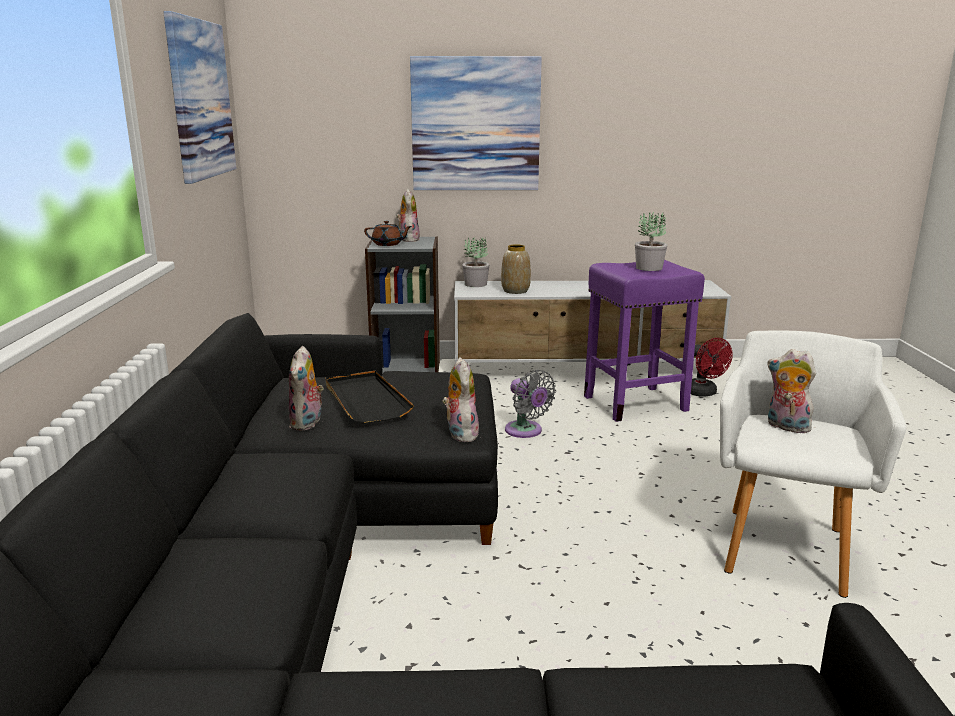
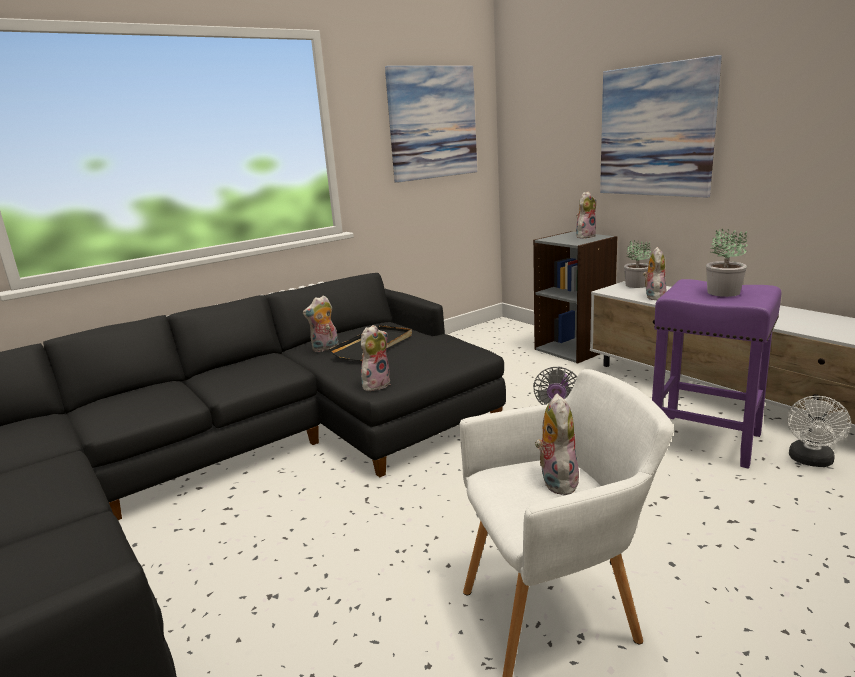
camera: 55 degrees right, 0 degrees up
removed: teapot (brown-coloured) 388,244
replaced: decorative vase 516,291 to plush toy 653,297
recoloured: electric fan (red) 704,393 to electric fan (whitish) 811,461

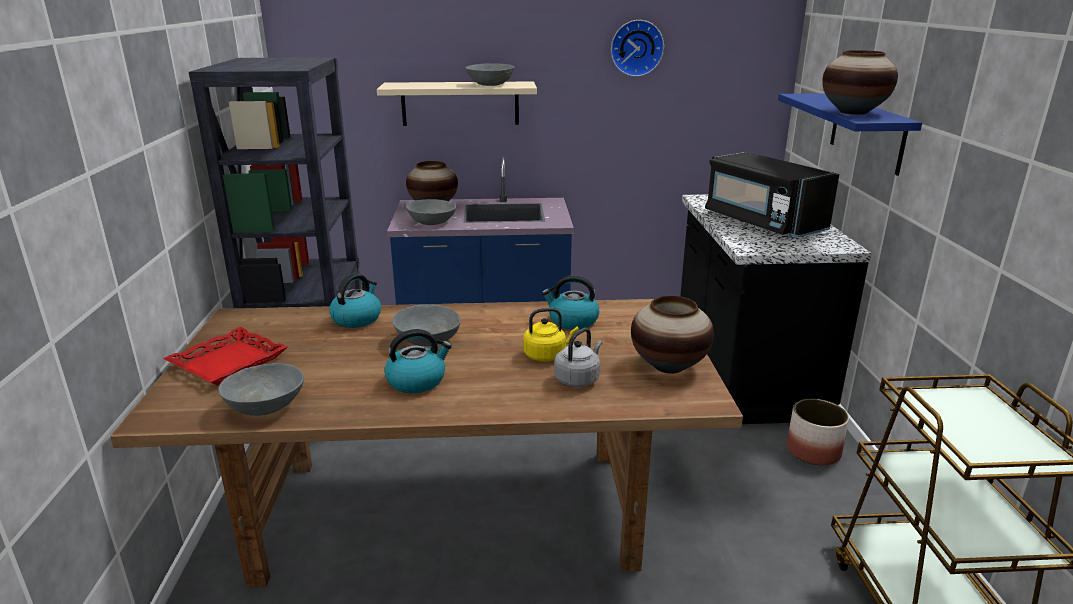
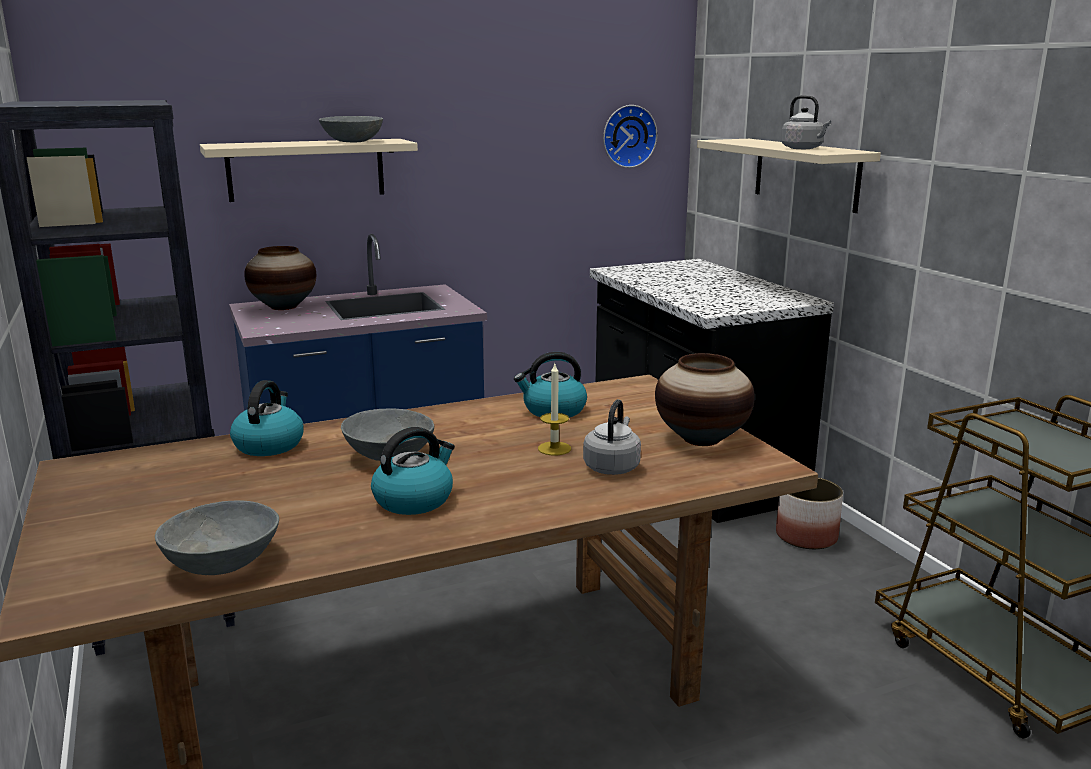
camera: 20 degrees left, 5 degrees down
removed: kitchen microwave (black) 762,222; deep dish (grey) 431,223; tray (red) 229,363
moved: clock on the wall 636,48 to 628,136
replaced: decorative vase 853,112 to water kettle (grey) 803,148; water kettle (yellow) 547,355 to candle 554,448
recoloured: shelf (blue-coloured) 867,132 to shelf (beige) 806,174

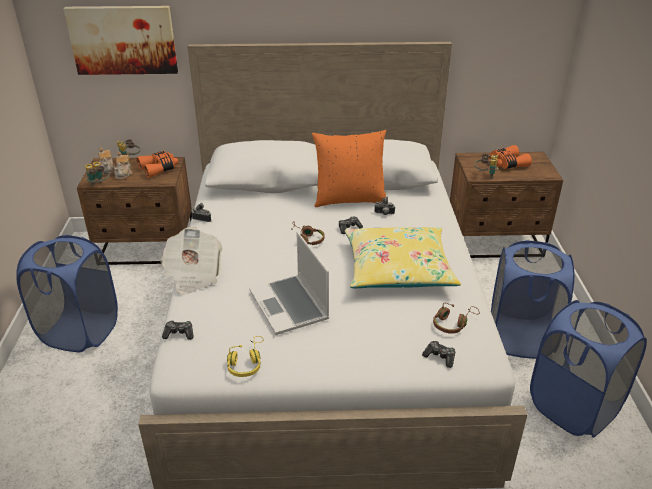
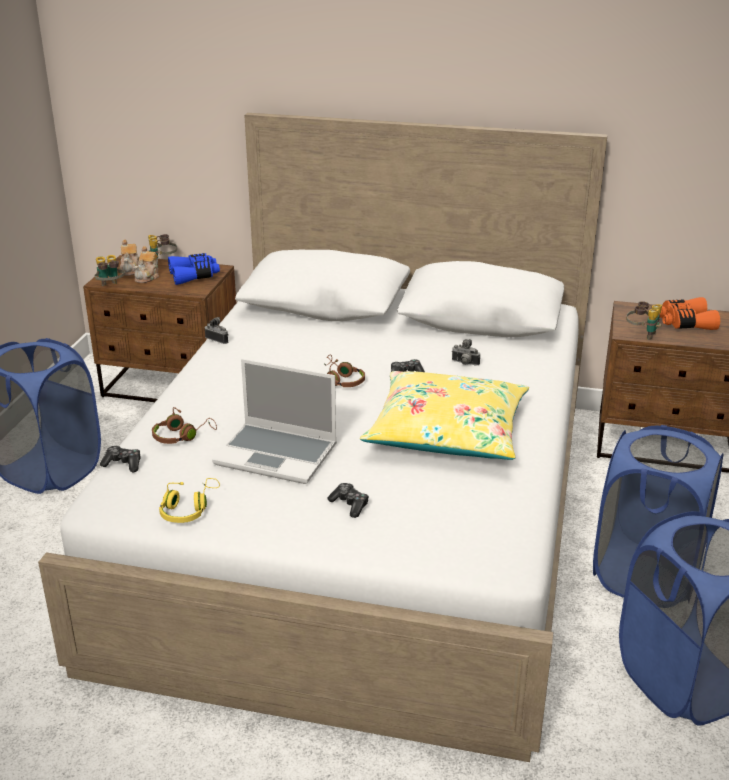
camera: 15 degrees right, 5 degrees down
removed: wall art 123,40; throw pillow (orange) 349,199; printed paper 193,275
moved: headphones (brown-coloured) 453,323 to 182,436; game controller 440,357 to 349,505
recoloured: pair of binoculars (orange) 159,168 to pair of binoculars (blue-coloured) 194,276
turned: portable computer 290,306 = 278,454 60 degrees counterclockwise

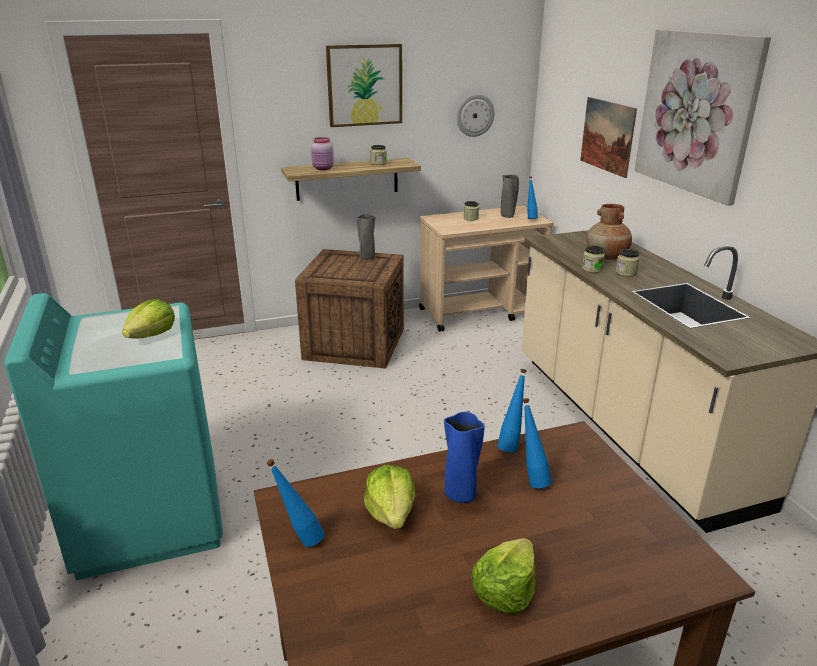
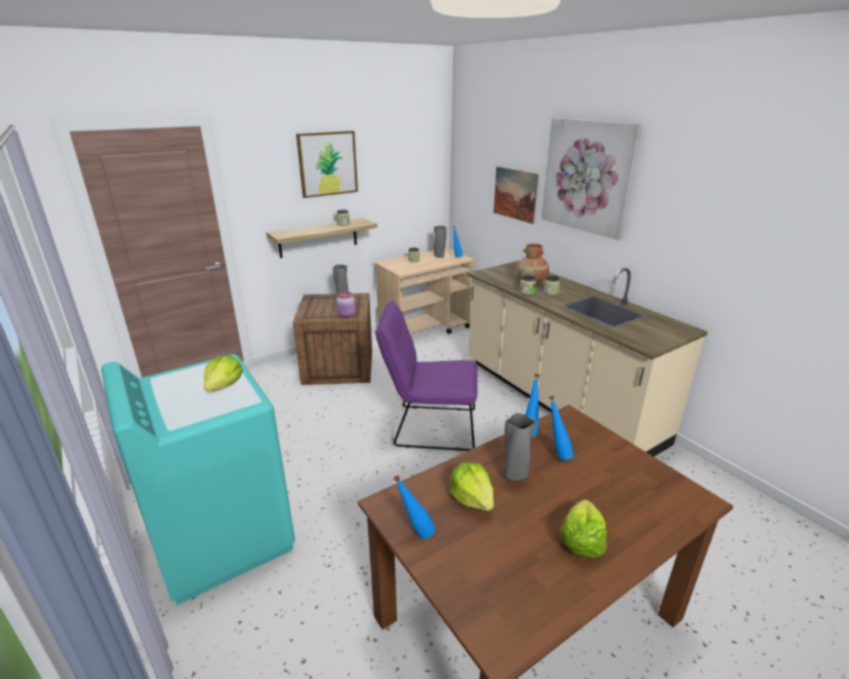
camera: 15 degrees left, 0 degrees up
removed: clock on the wall 474,115
added: chair (purple-coloured) 429,427
moved: storage jar (pink) 323,168 to 346,316
recoloured: decorative vase (blue-coloured) 461,495 to decorative vase (grey) 515,475

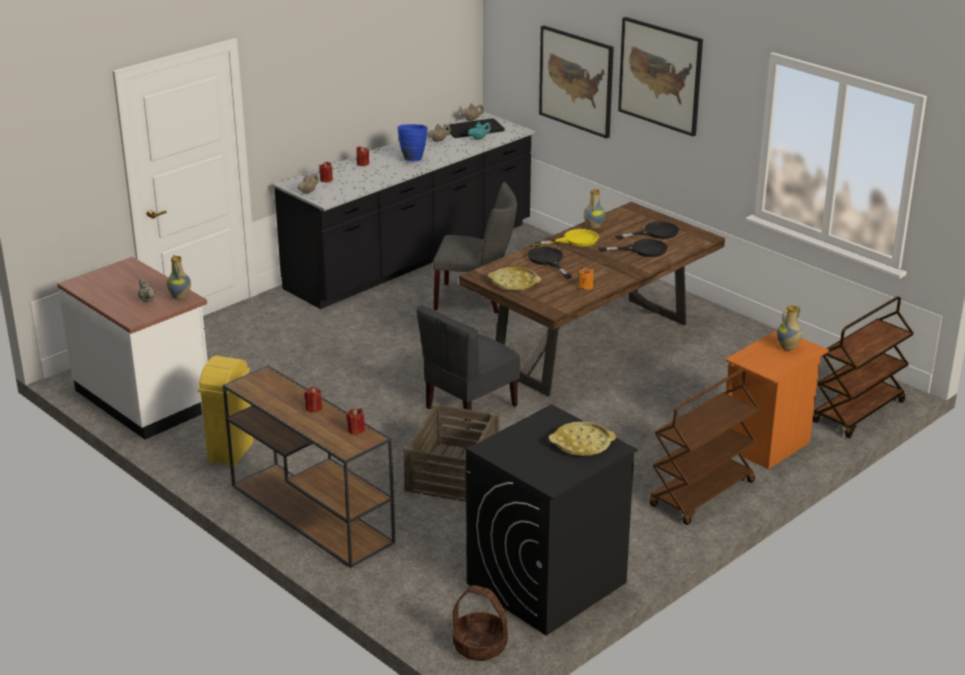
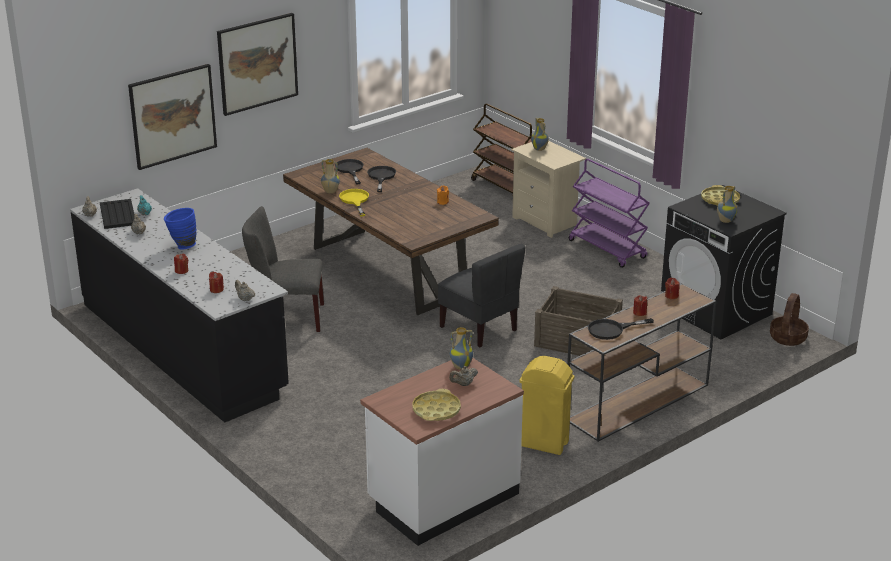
camera: 85 degrees left, 0 degrees up
added: decorative vase 725,220
moved: pan (black) 548,261 to 612,330; tray (yellow) 514,283 to 436,410
recoloured: bedside table (orange) 767,445 to bedside table (beige) 546,222; cart (brown-coloured) 702,495 to cart (purple-coloured) 608,249
turned: chair (grey) 476,299 = 286,317 105 degrees counterclockwise

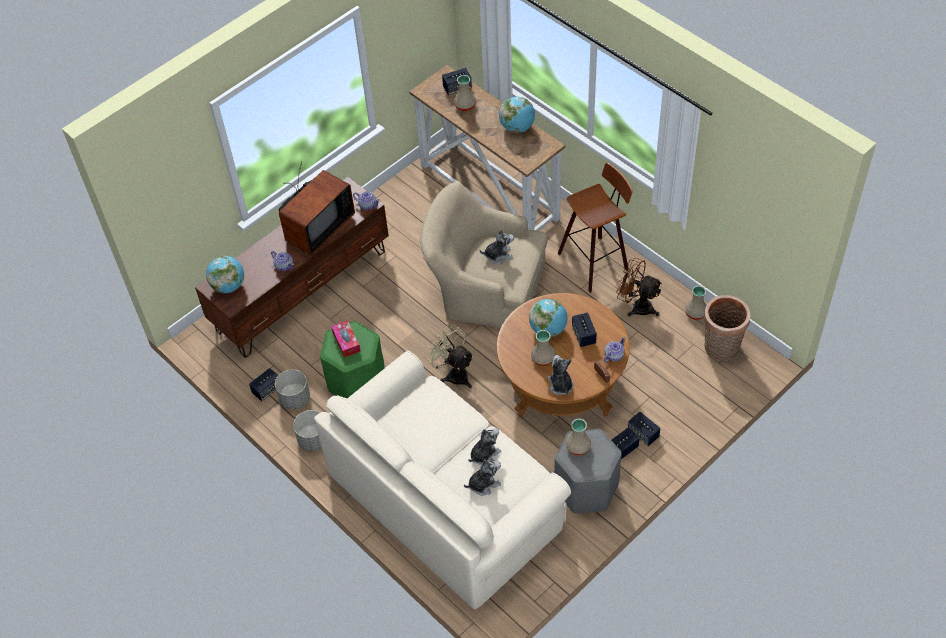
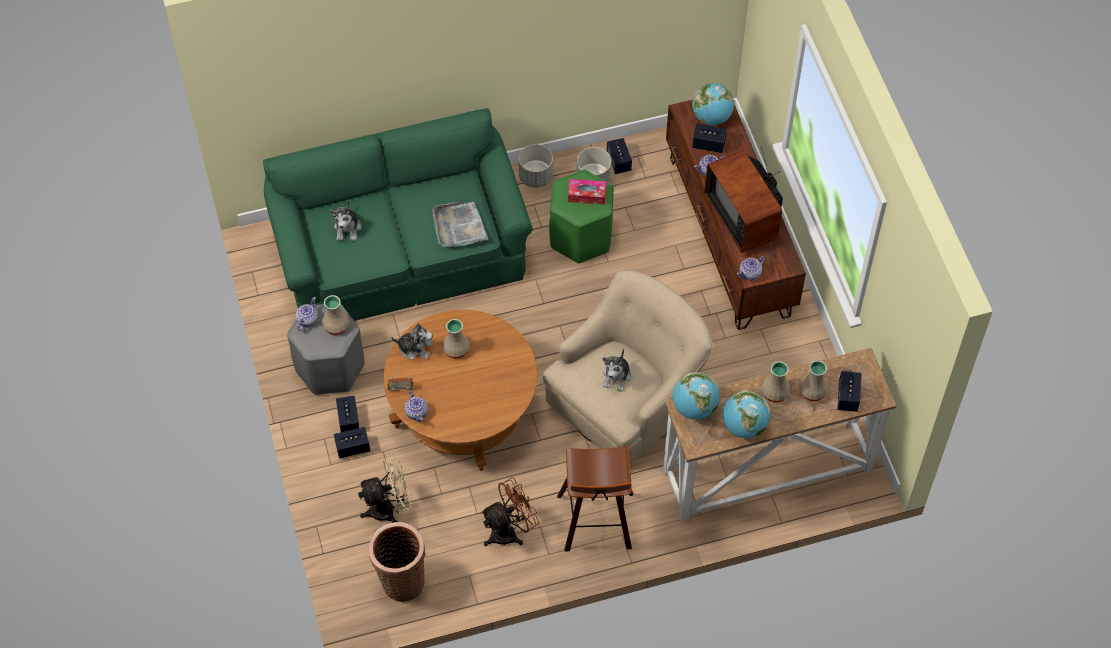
camera: 115 degrees right, 5 degrees up
removed: plush toy 484,454
added: tray (grey) 458,226; teapot 307,320
moved: decorative vase (beige) 695,312 to 775,392; desk globe 548,329 to 694,408; loudspeaker 583,335 to 708,145; electric fan (beige) 453,374 to 389,509
recoloured: couch (beige) 445,497 to couch (greenish) 401,251

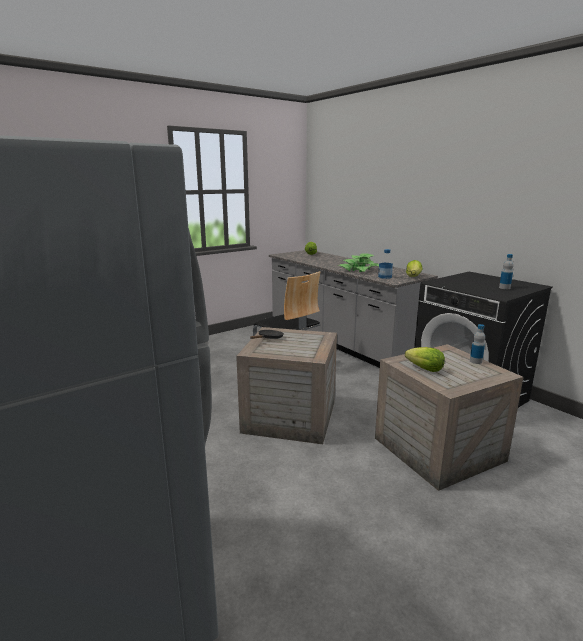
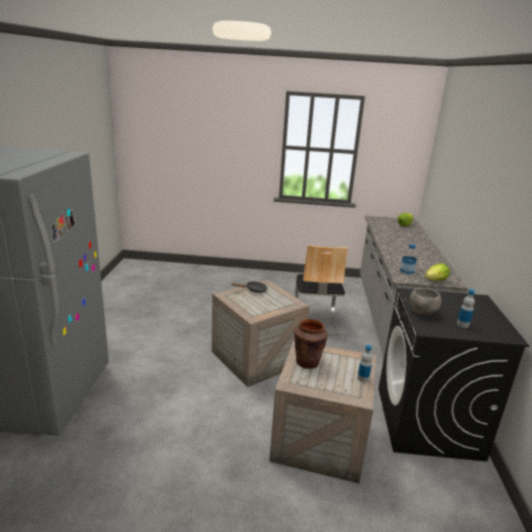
camera: 40 degrees right, 5 degrees up
removed: potted plant 359,270
added: deep dish (grey) 422,312
replaced: lettuce head 425,369 to decorative vase (brown-coloured) 307,362

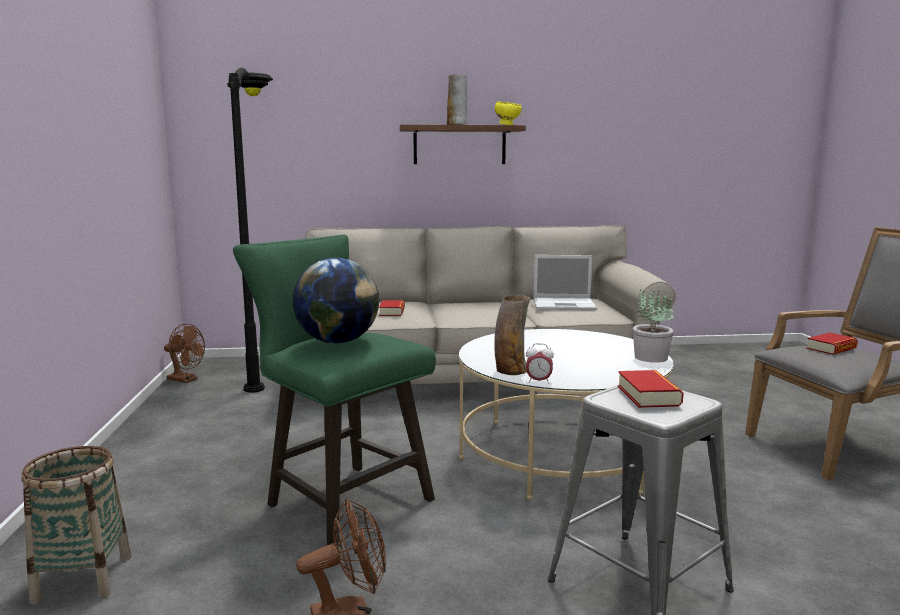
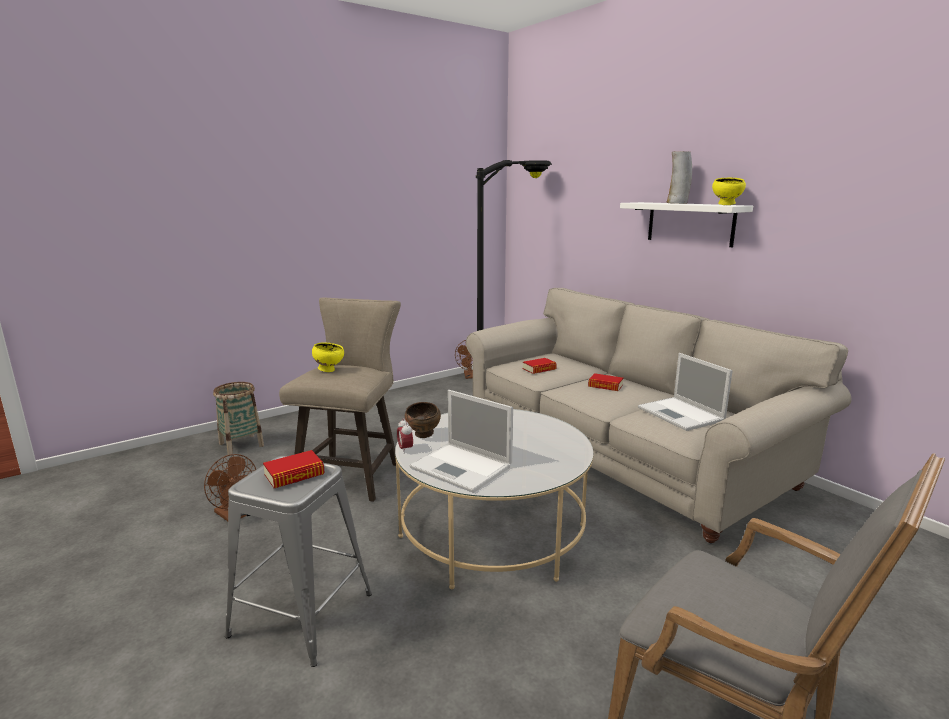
camera: 60 degrees right, 5 degrees up
removed: potted plant 650,358
added: portable computer 462,467
moved: book 831,348 to 605,386
replaced: desk globe 337,341 to deep dish (yellow) 329,370; decorative vase 511,371 to deep dish (brown-coloured) 424,435
recoloured: shelf (brown-coloured) 459,145 to shelf (whitish) 690,223; sitting stool (greenish) 341,499 to sitting stool (beige) 352,473

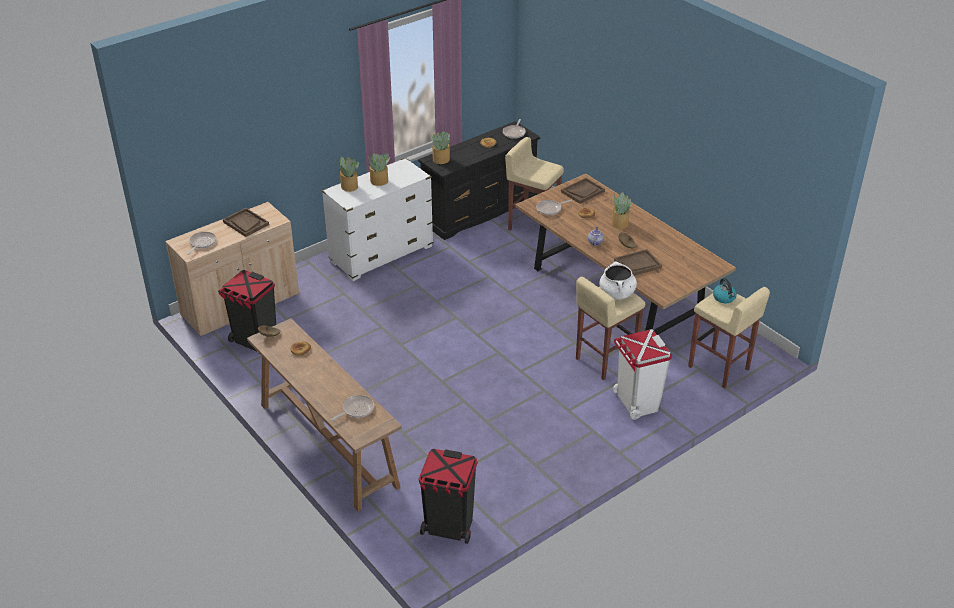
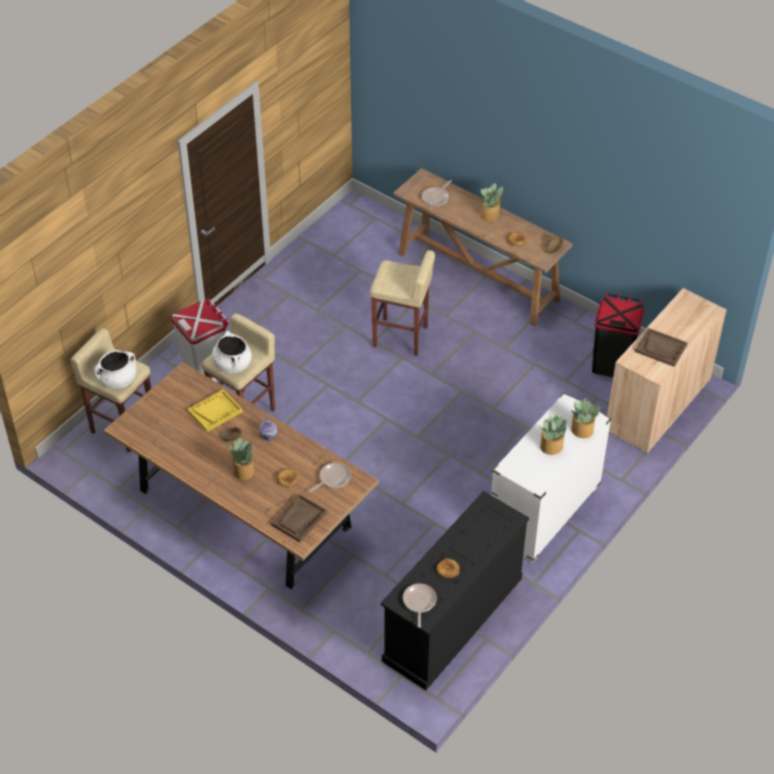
camera: 165 degrees right, 10 degrees up
removed: pan 202,243; trash can (black) 449,527
moved: potted plant 440,160 to 490,215; sitting stool (beige) 533,226 to 401,337
replaced: water kettle 724,298 to stockpot (whitish) 118,380
recoloured: tray (brown-coloured) 637,264 to tray (yellow) 215,411

